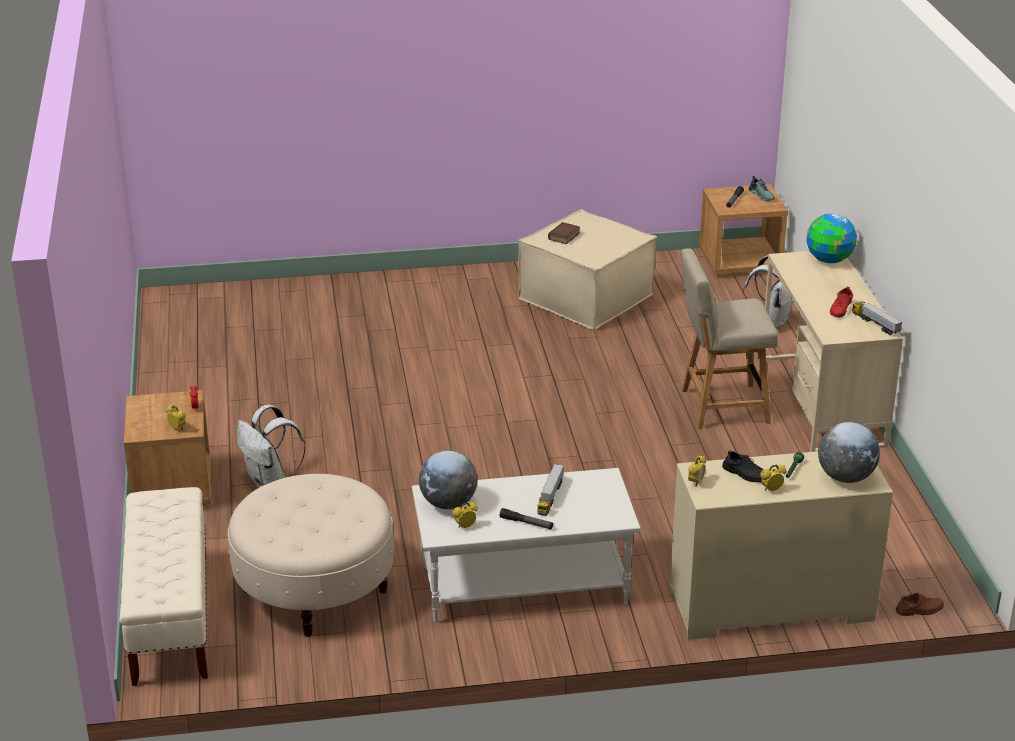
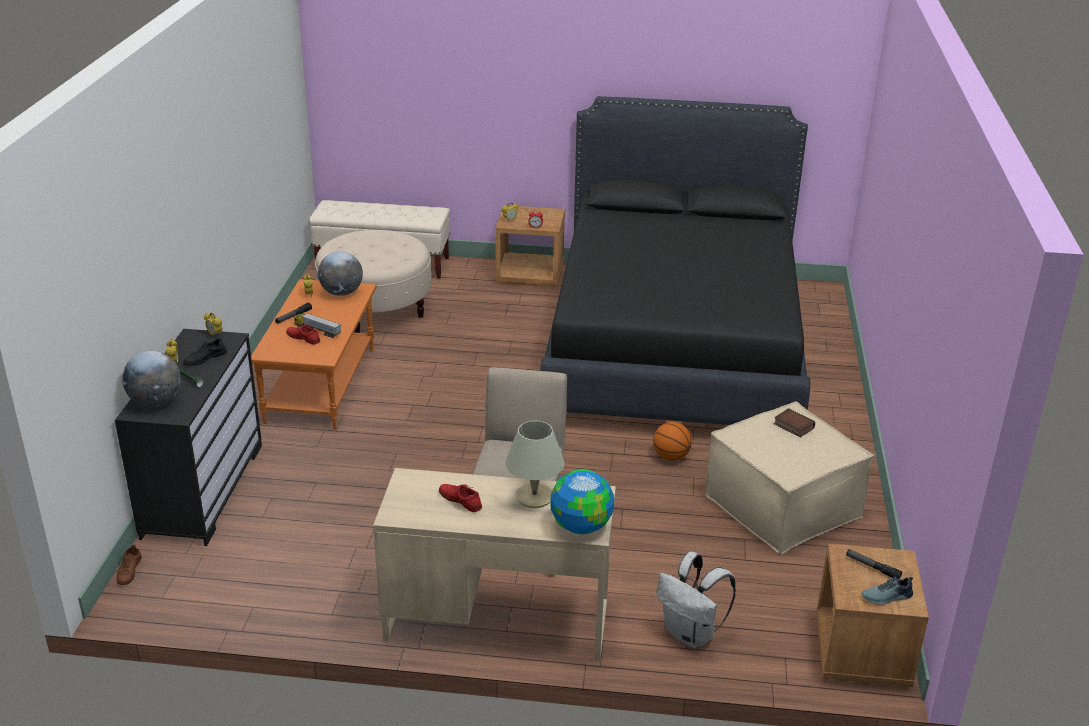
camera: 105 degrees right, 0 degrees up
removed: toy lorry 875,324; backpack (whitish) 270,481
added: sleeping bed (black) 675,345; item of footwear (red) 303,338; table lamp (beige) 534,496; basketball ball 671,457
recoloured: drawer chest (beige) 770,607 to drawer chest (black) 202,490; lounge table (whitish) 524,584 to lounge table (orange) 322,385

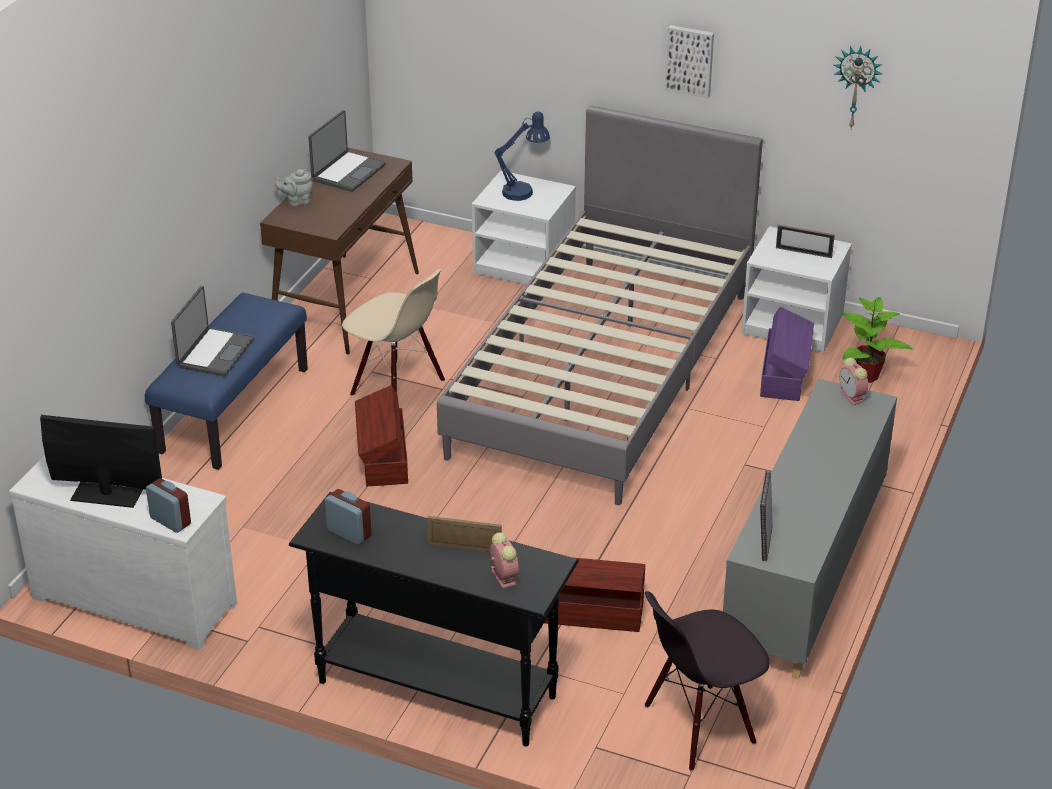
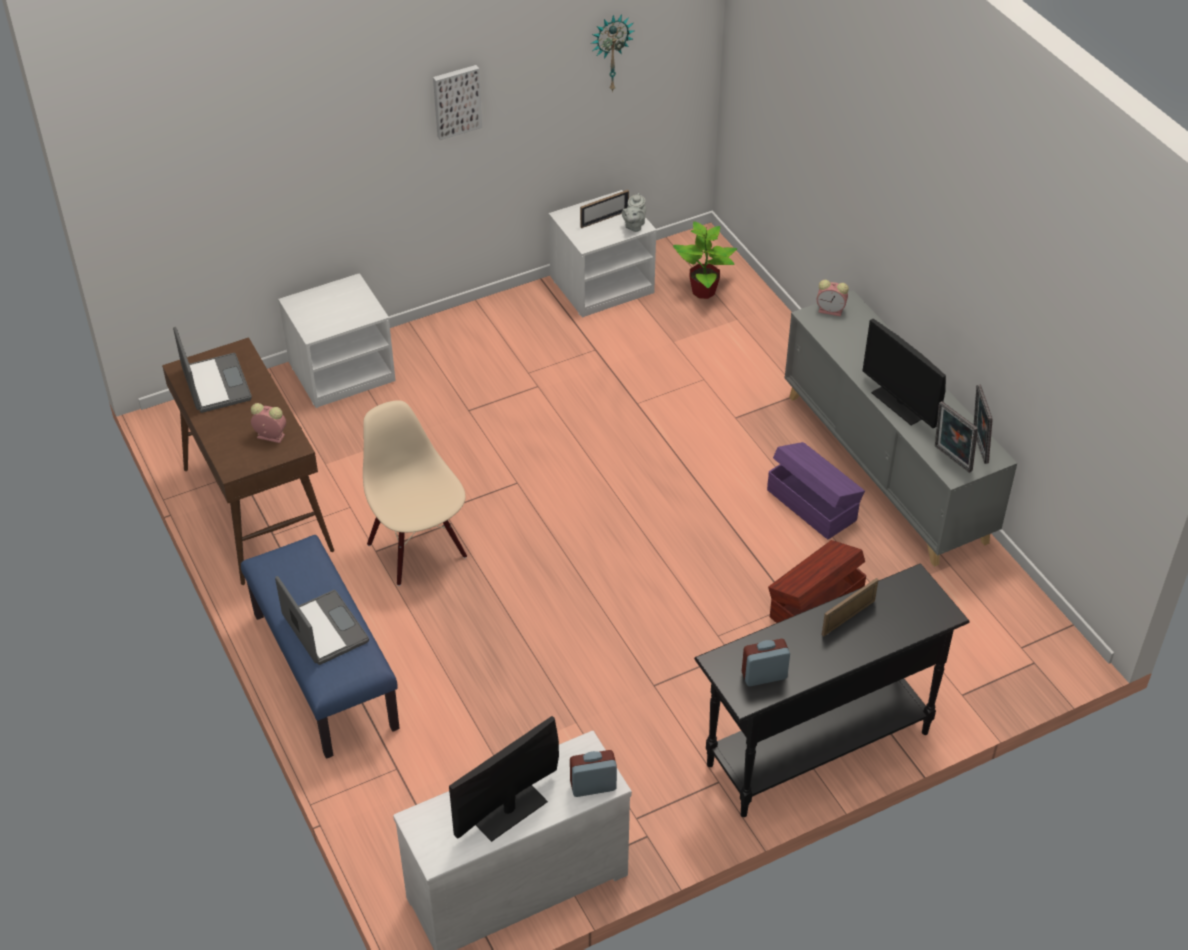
camera: 50 degrees left, 10 degrees up
removed: sleeping bed (grey) 603,372; table lamp (blue-coloured) 523,191; storage box (brown-coloured) 383,458; chair (black) 699,726
added: monitor 900,403; photo frame 977,447
moved: teapot (grey) 297,201 to 634,226; storage box (purple-coloured) 784,374 to 812,504; alarm clock 503,576 to 269,436
turned: chair (beige) 397,388 = 418,549 105 degrees counterclockwise

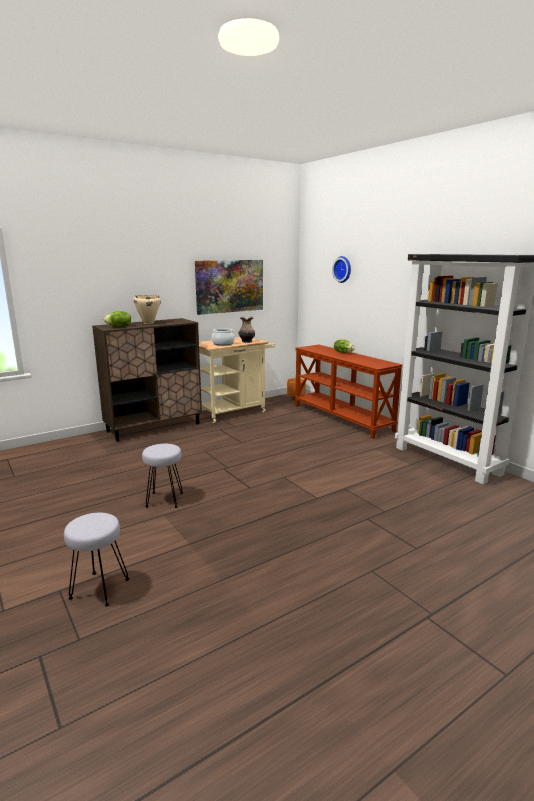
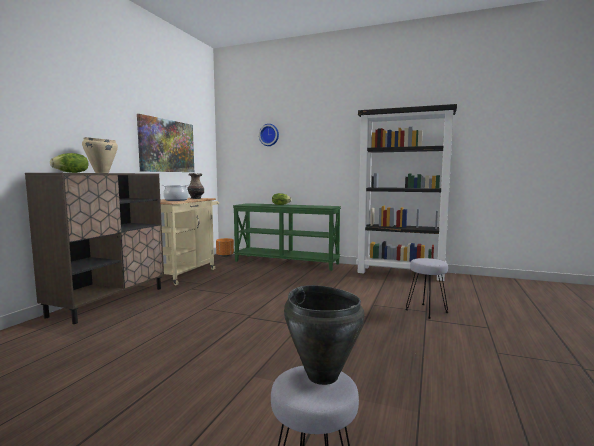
camera: 35 degrees left, 10 degrees down
added: stockpot (black) 322,375
moved: sitting stool (grey) 165,500 to 426,311
recoloured: hall table (brown-coloured) 342,418 to hall table (greenish) 286,262

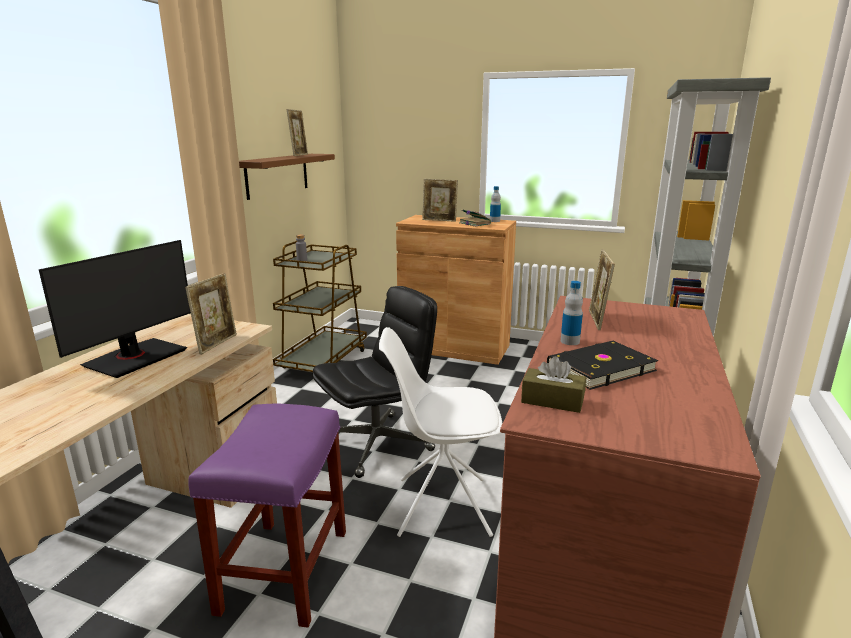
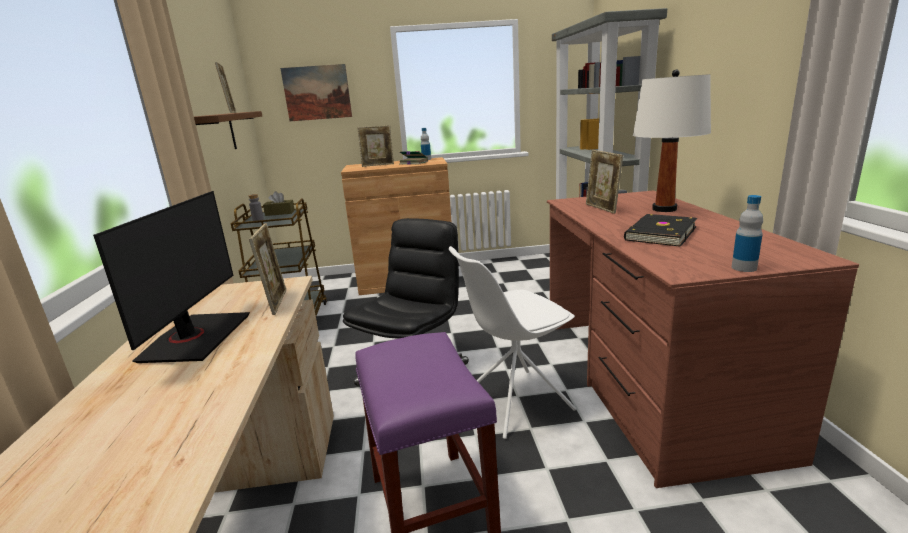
camera: 25 degrees left, 0 degrees up
added: wall art 317,93; table lamp (whitish) 664,209
moved: drink bottle 570,341 to 744,268; box of tissues (brown-coloured) 552,401 to 280,213

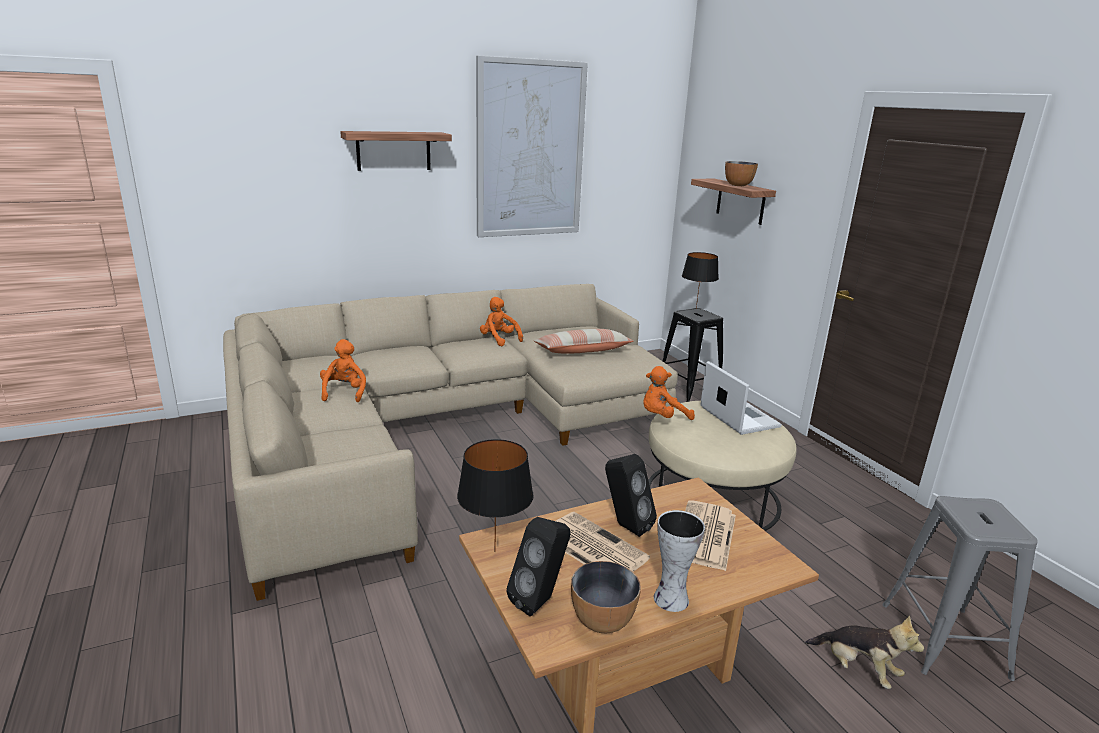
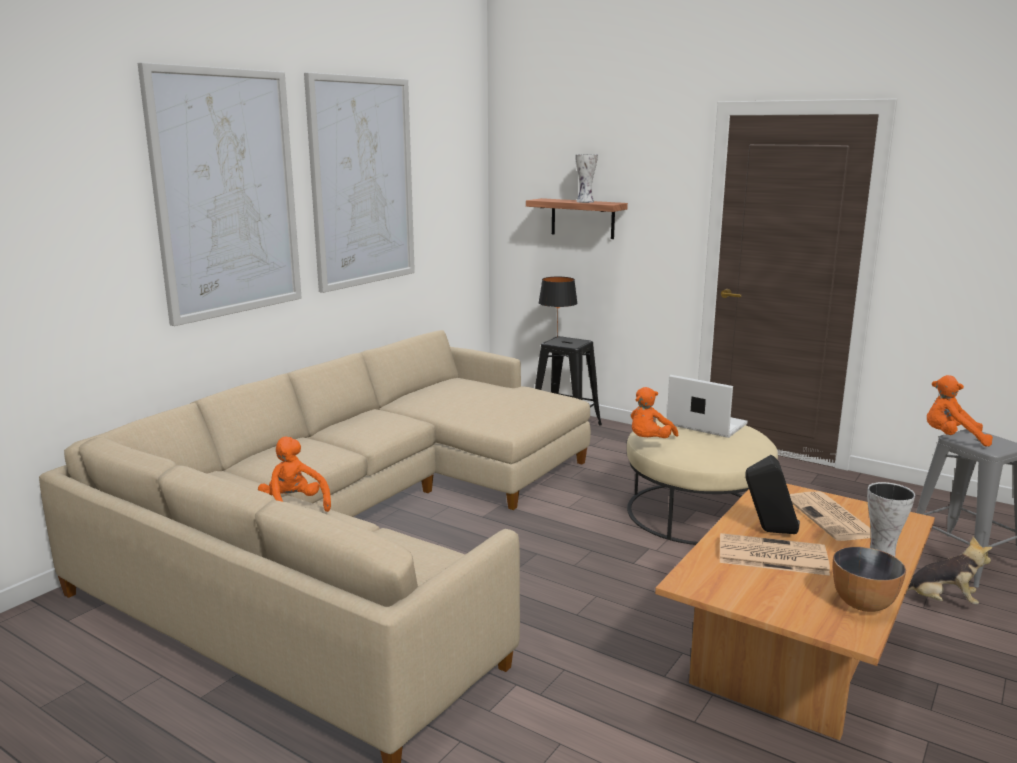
camera: 30 degrees left, 5 degrees down
removed: throw pillow 582,351; table lamp (black) 494,551; loudspeaker (black) 540,600
moved: plush toy (orange) 499,339 to 951,438
replaced: shelf 393,151 to wall art 226,194; deep dish 738,185 to decorative vase 585,202

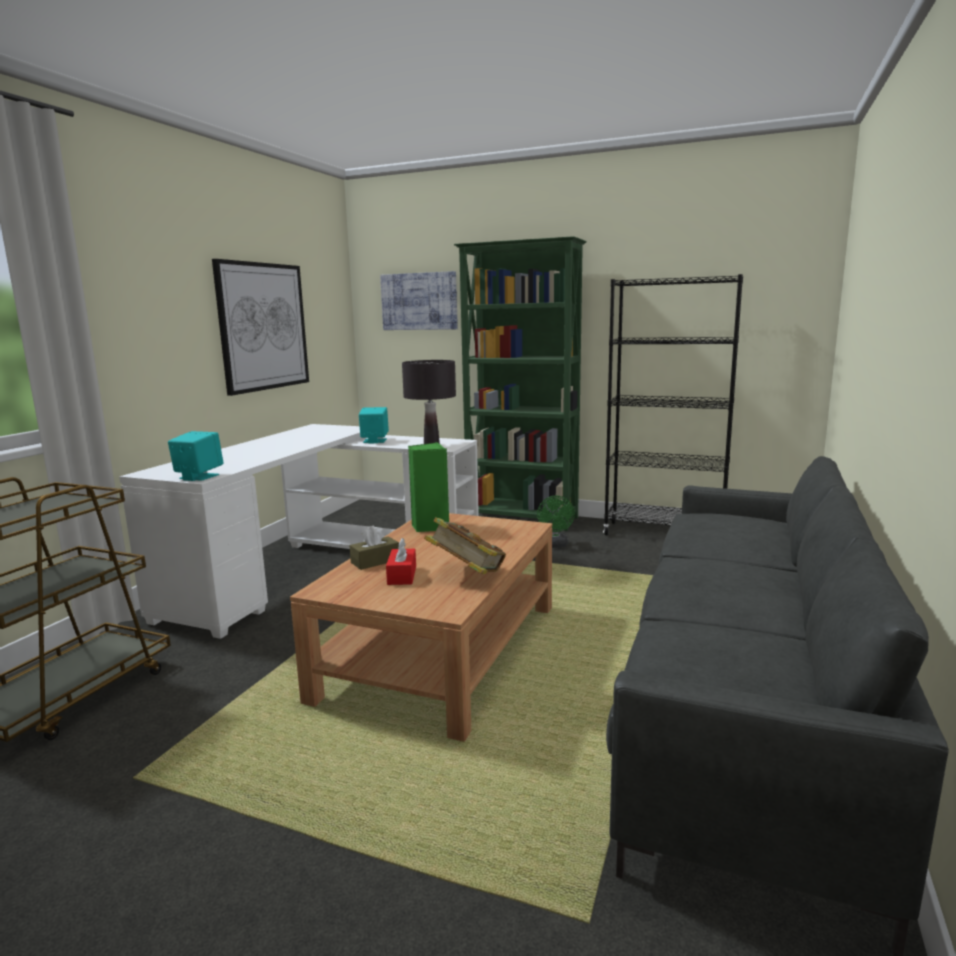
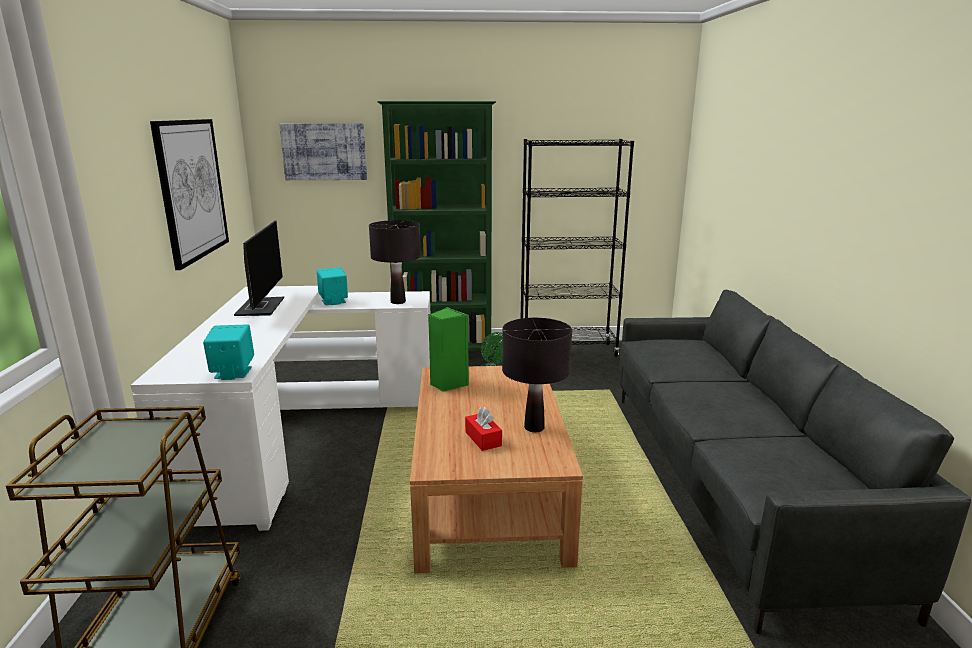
camera: 25 degrees left, 5 degrees up
removed: box of tissues (brown-coloured) 375,561
added: monitor 260,307
replaced: book 466,574 to table lamp (black) 534,428

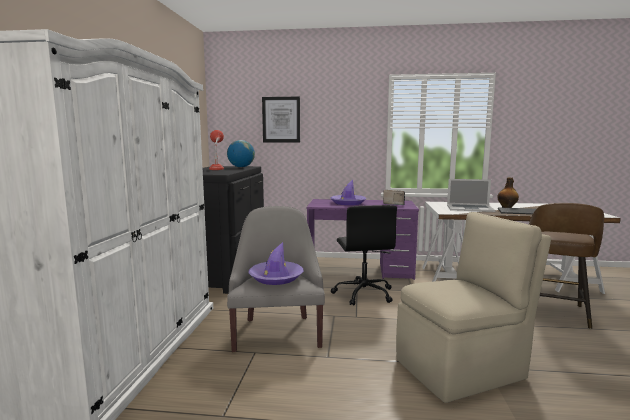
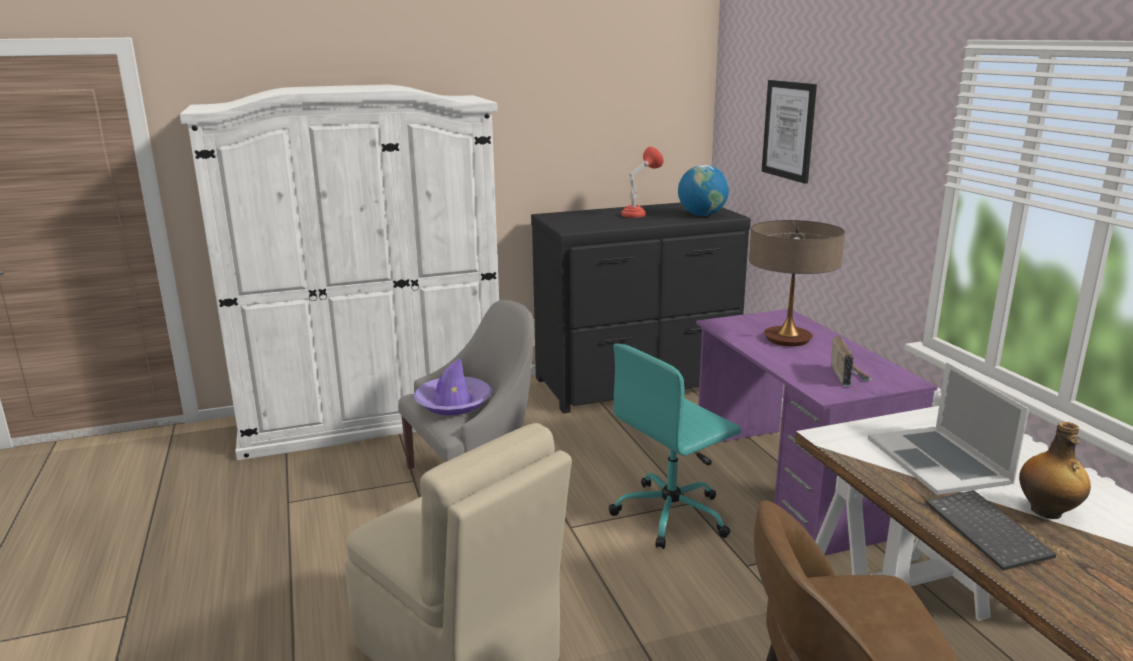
camera: 65 degrees right, 10 degrees up
replaced: hat (purple-coloured) 348,203 to table lamp 787,339
recoloured: computer chair (black) 363,293 to computer chair (turquoise) 672,514

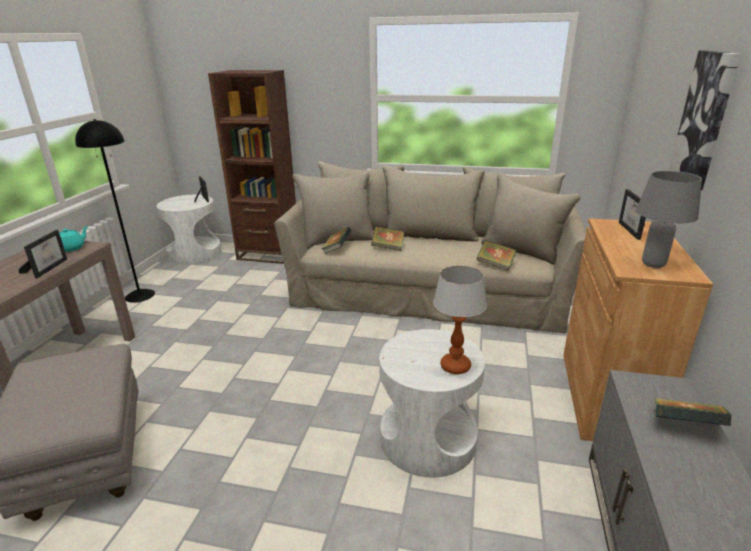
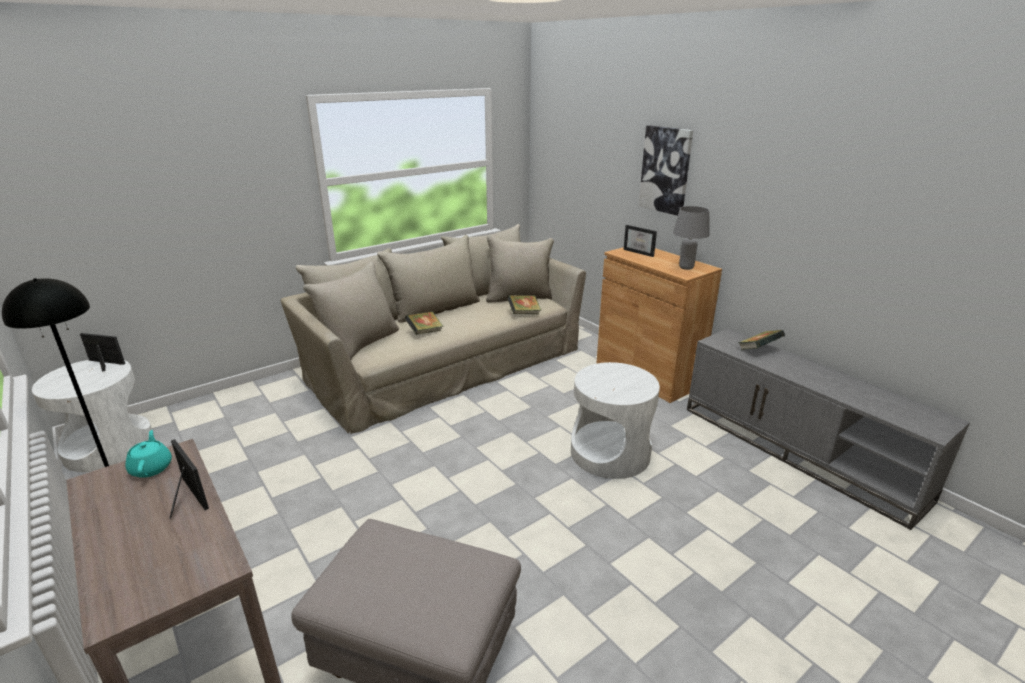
camera: 50 degrees left, 0 degrees up
removed: bookshelf (brown-coloured) 269,254; book 337,249; table lamp 455,366

